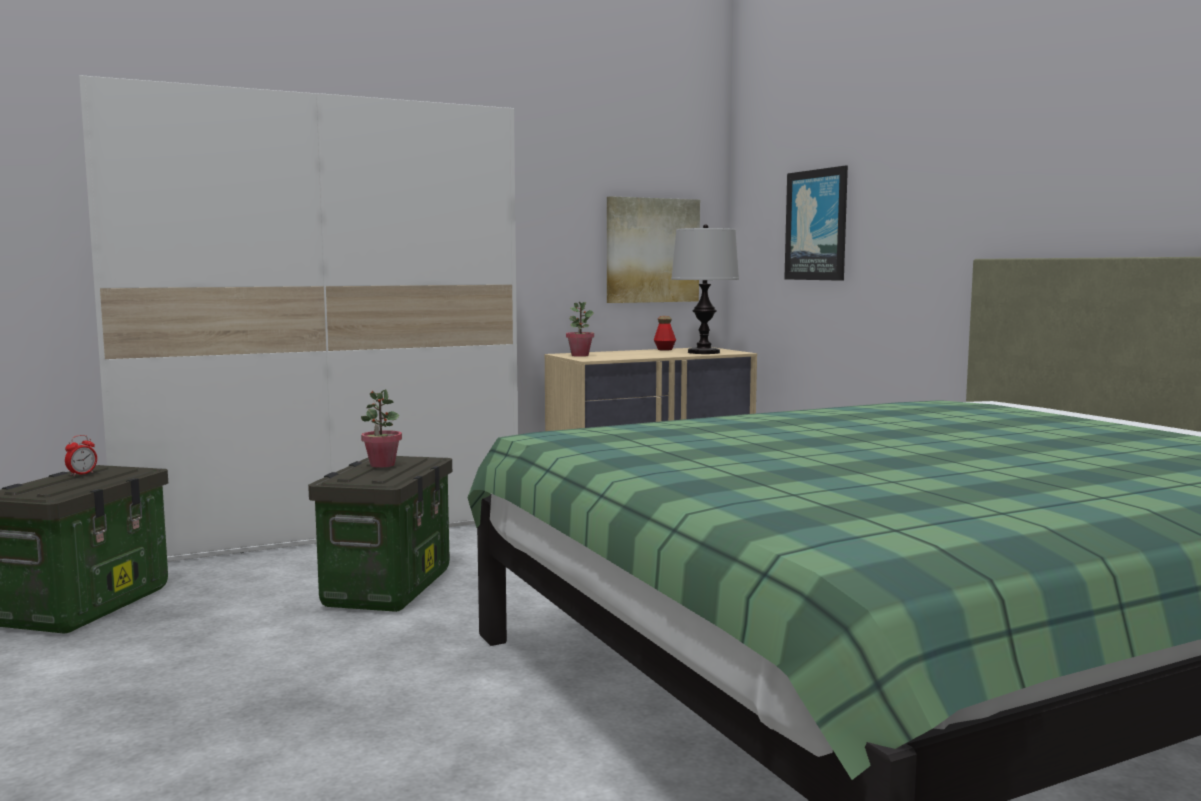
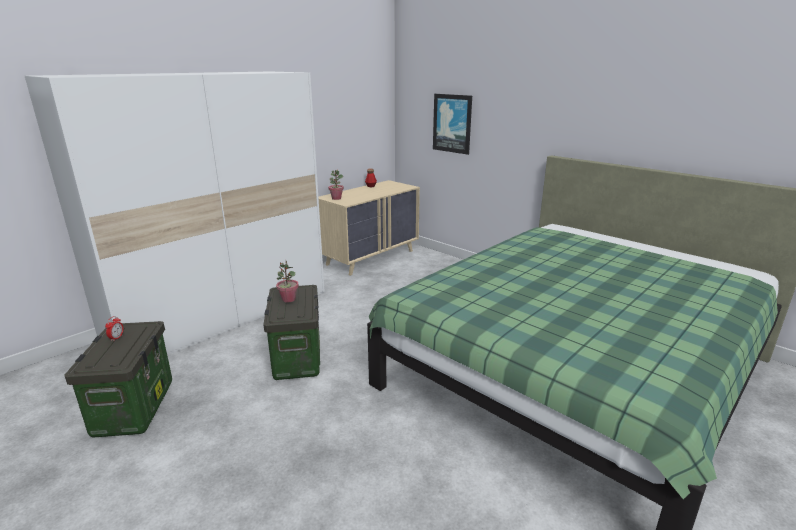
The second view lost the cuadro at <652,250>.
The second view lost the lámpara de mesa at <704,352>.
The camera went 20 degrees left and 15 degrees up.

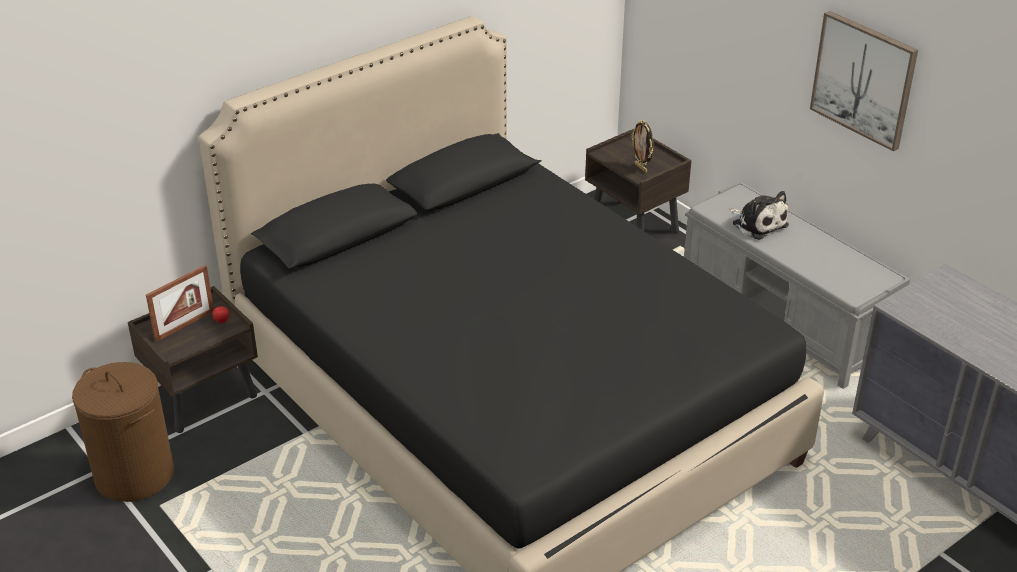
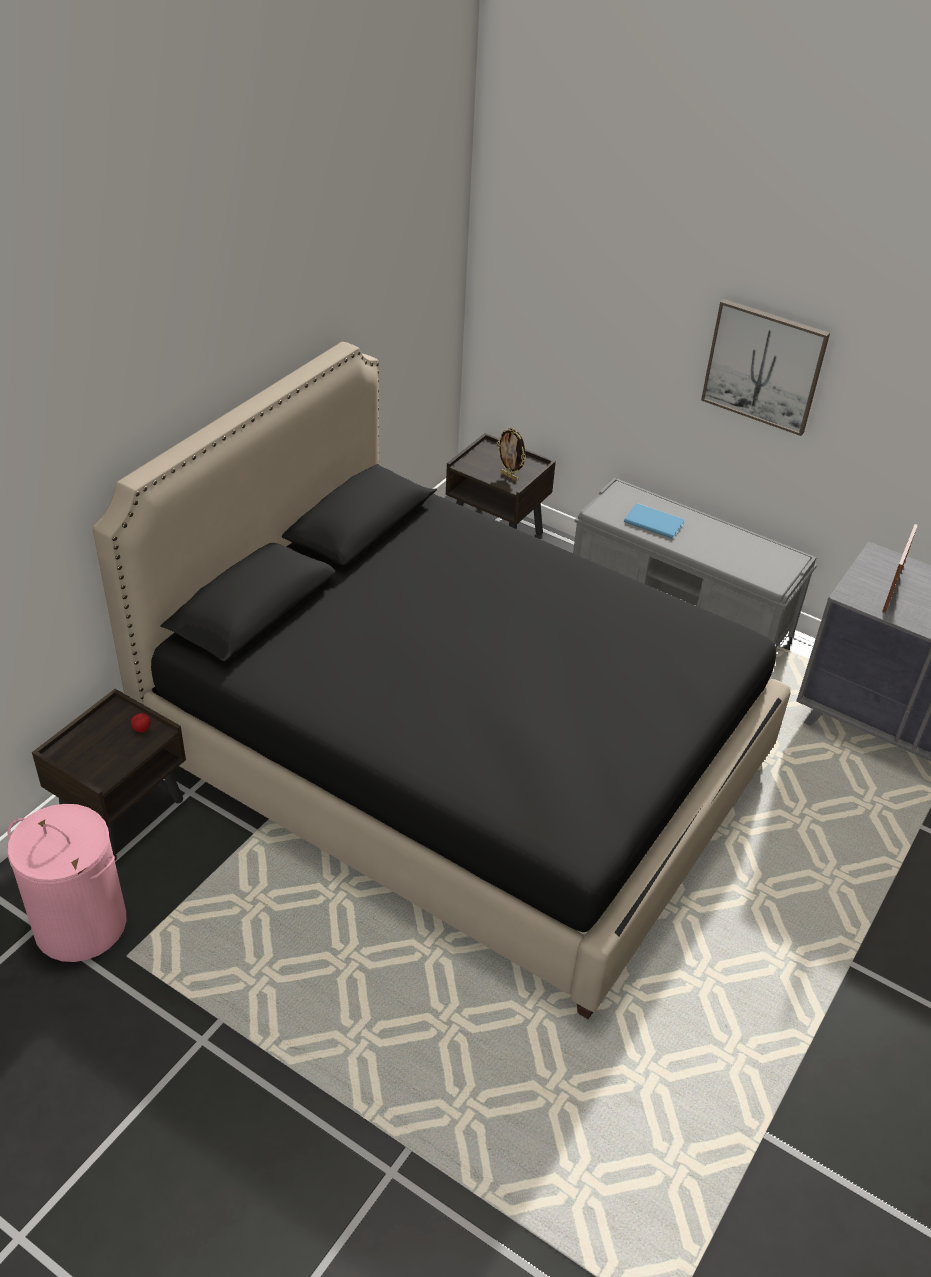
The portarretratos ended up elsewhere, having gone from <184,325> to <891,591>.
Where the peluche stood at <758,223>, the libro (azul) came to stand at <653,521>.
What was the cesto de la ropa (marrón) at <135,475> turned into the cesto de la ropa (rosa) at <81,925>.
The camera went 20 degrees left and 5 degrees up.

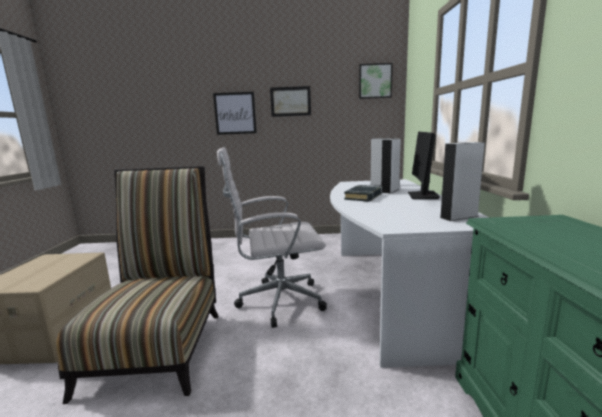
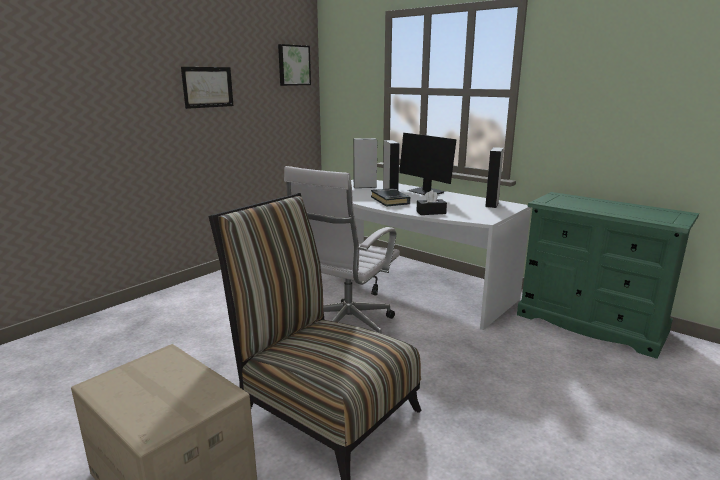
The second view lost the cuadro at <235,113>.
The second view gained the caja de pañuelos (negro) at <431,212>.
The camera went 50 degrees left and 5 degrees up.

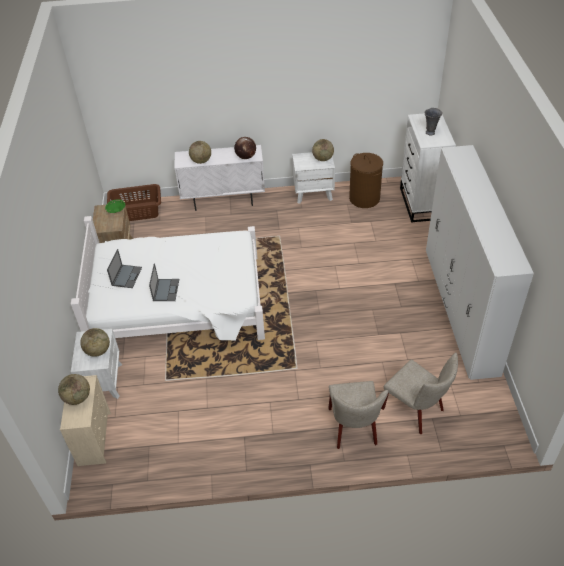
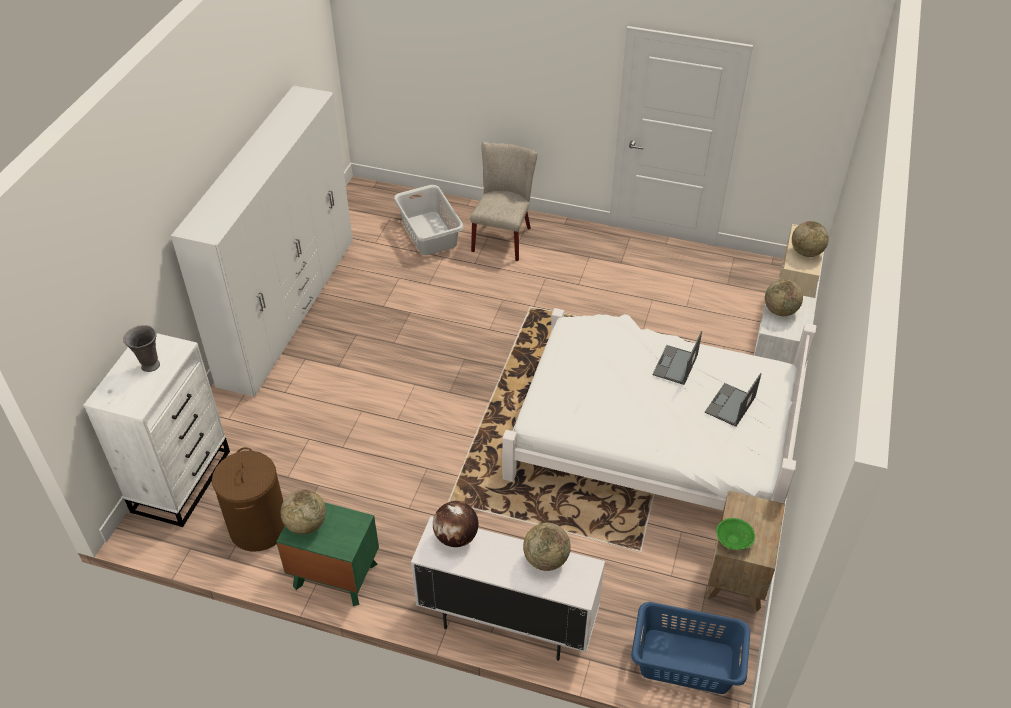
Where the silla (beis) stood at <416,410>, the cesto de la ropa (gris) came to stand at <429,233>.
What was the cesto de la ropa (marrón) at <137,211> turned into the cesto de la ropa (azul) at <687,662>.
What was the mesita de noche (blanco) at <313,193> turned into the mesita de noche (verde) at <334,575>.
The camera went 160 degrees left and 0 degrees up.

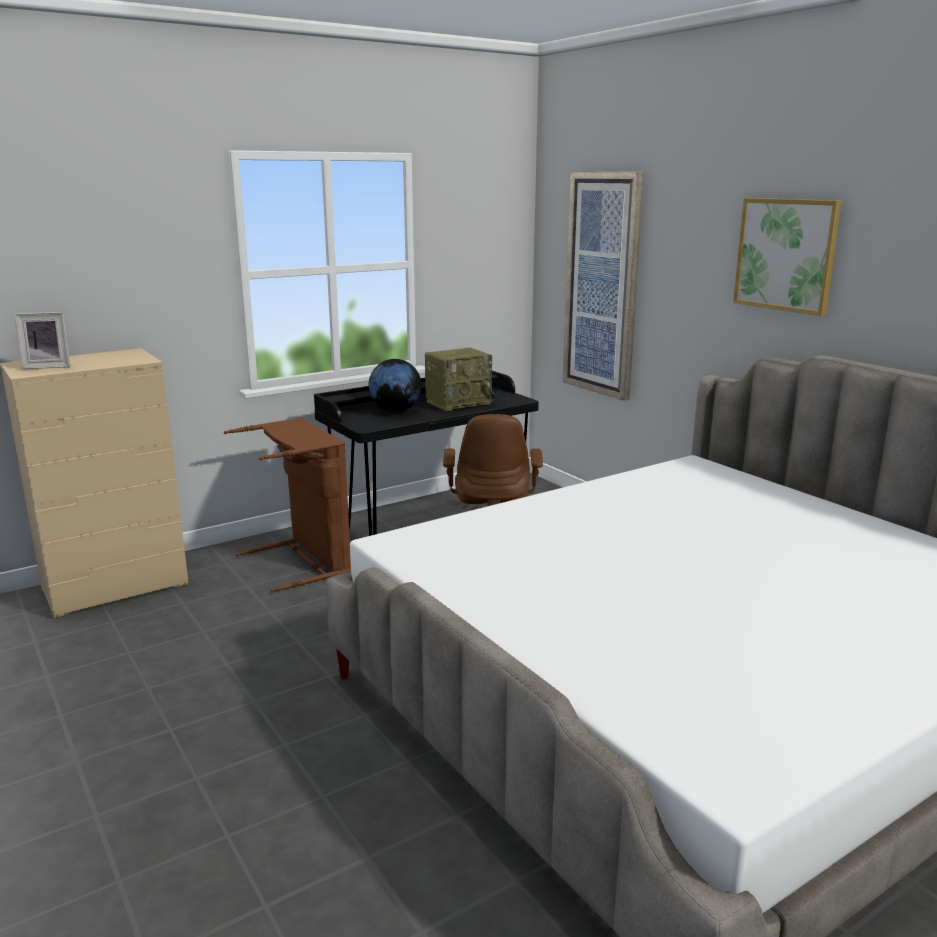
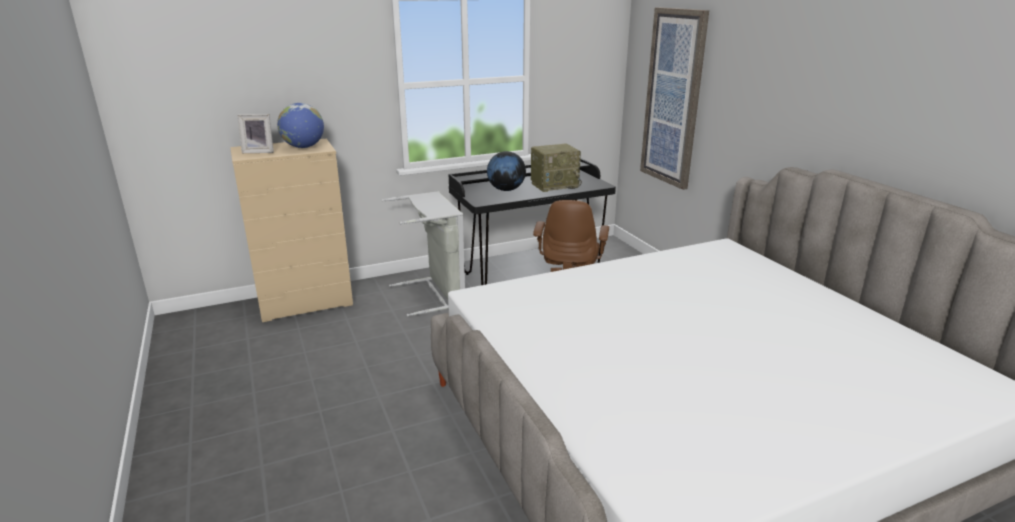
The second view lost the cuadro at <786,255>.
The second view gained the globo terráqueo at <303,147>.
What was the cesto de la ropa (marrón) at <305,561> turned into the cesto de la ropa (gris) at <435,294>.
The camera went 10 degrees right and 5 degrees up.

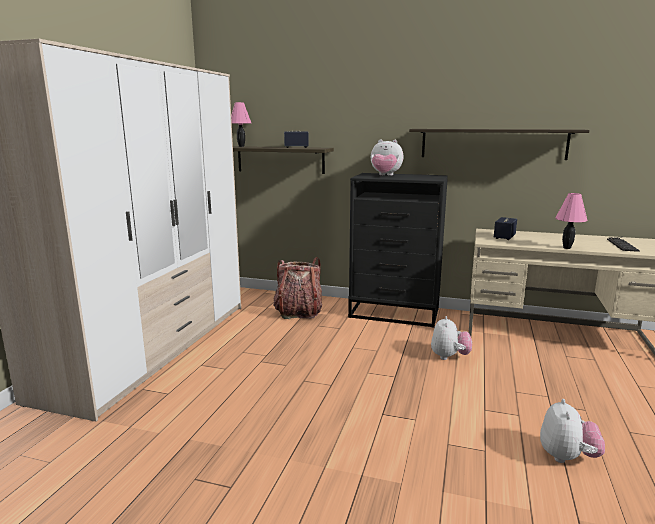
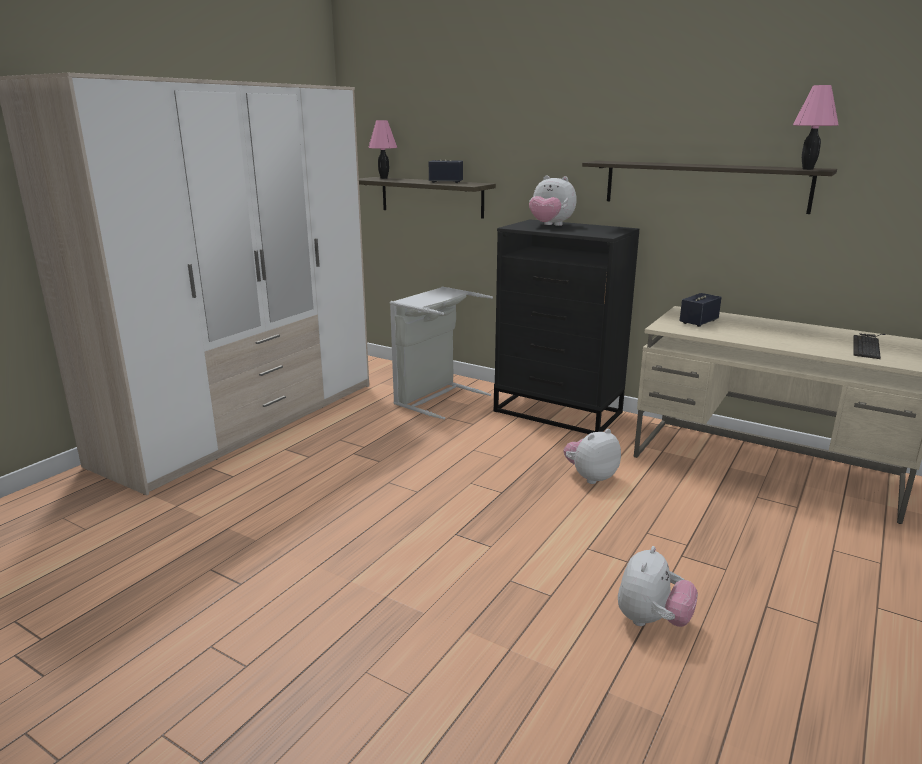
The lámpara de mesa (rosa) ended up elsewhere, having gone from <567,248> to <807,169>.
Where the mochila stood at <298,312>, the cesto de la ropa (gris) came to stand at <435,398>.
The peluche at <449,357> ended up facing another way, 150 degrees counterclockwise from before.
The camera went 15 degrees right and 5 degrees up.

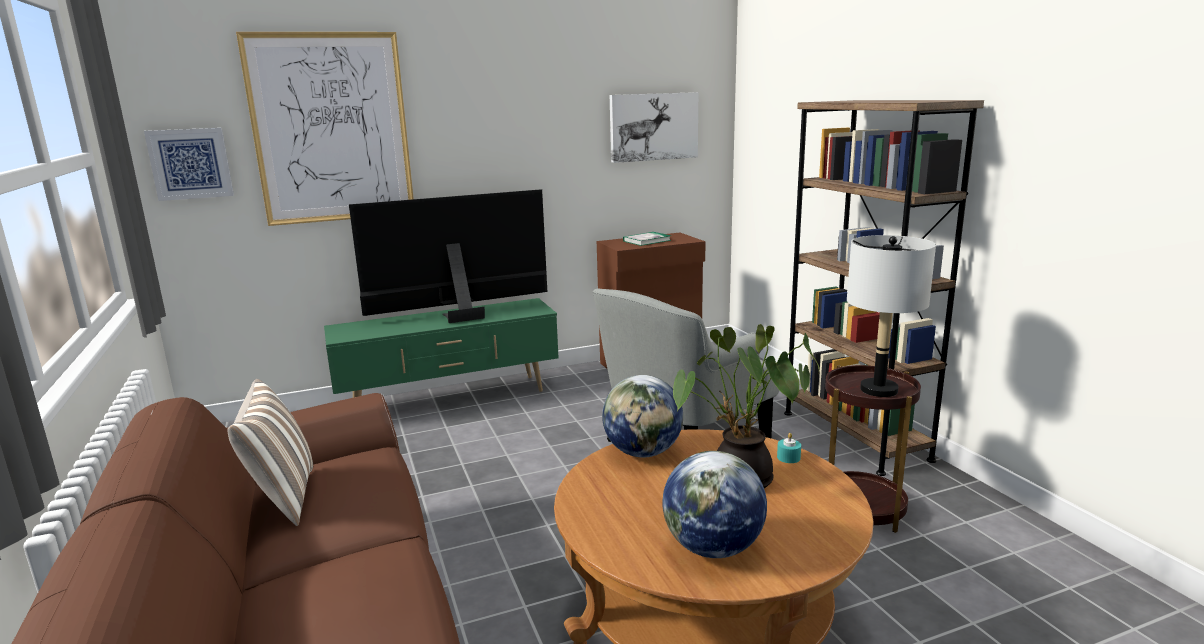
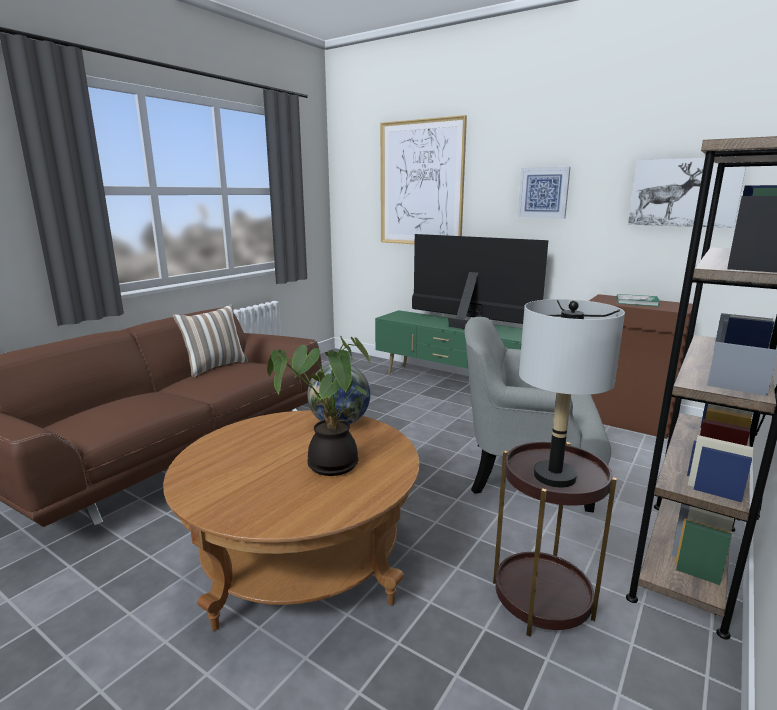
The second view lost the globo terráqueo at <712,548>.
The second view lost the vela (turquesa) at <788,457>.
The cuadro ended up elsewhere, having gone from <190,163> to <543,193>.
The camera went 55 degrees right and 0 degrees up.

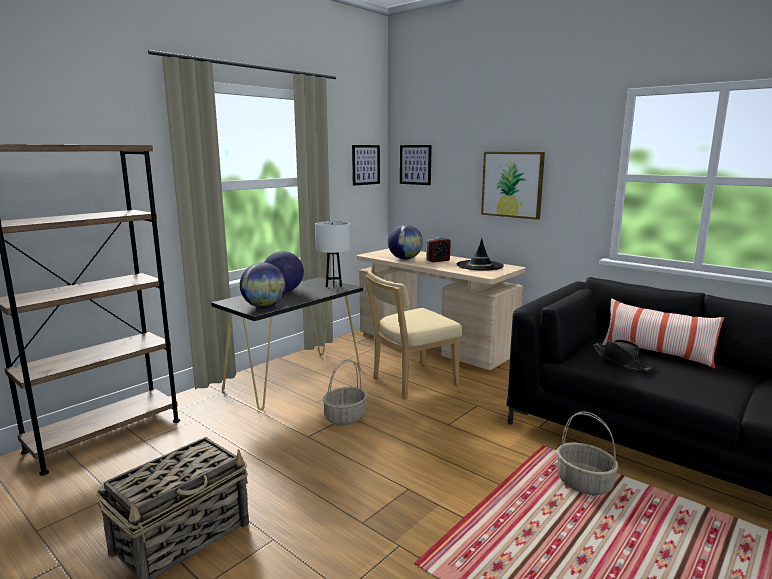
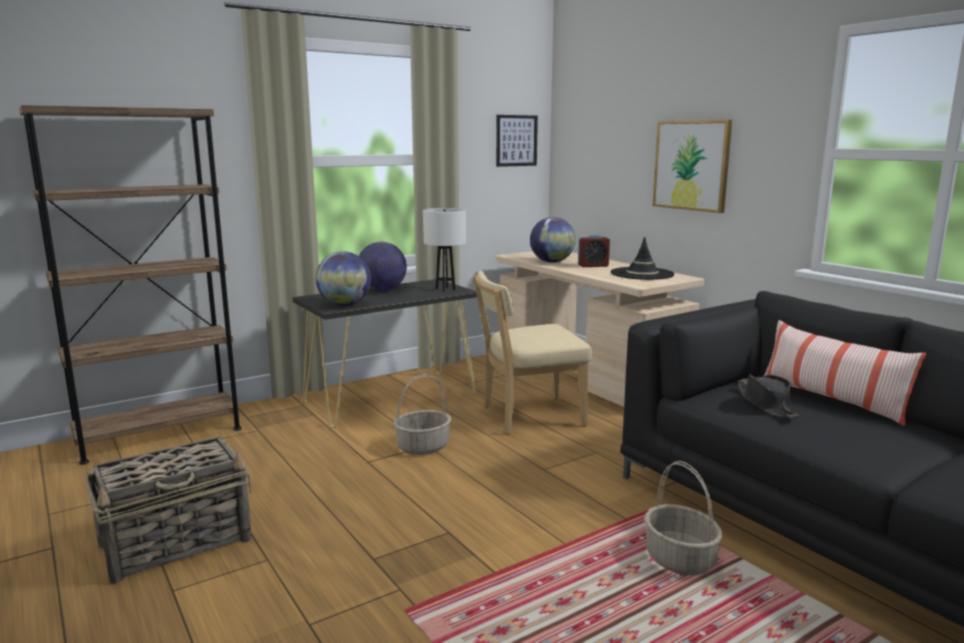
The second view lost the cuadro at <415,164>.
The camera went 15 degrees right and 0 degrees up.

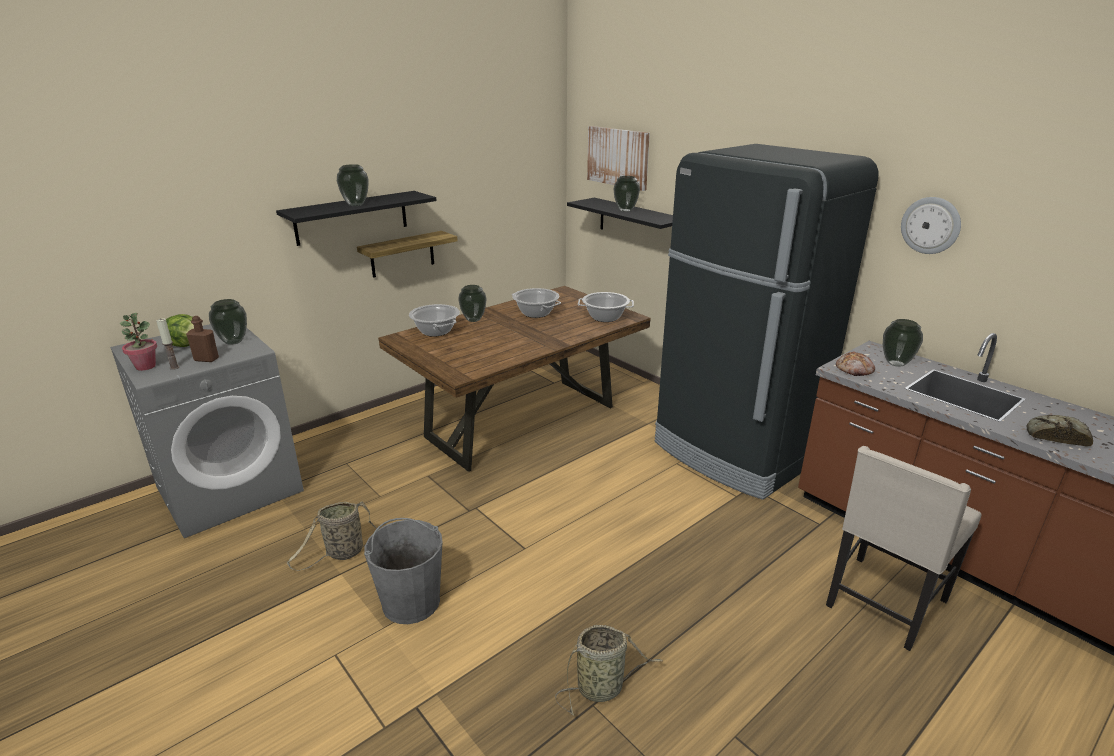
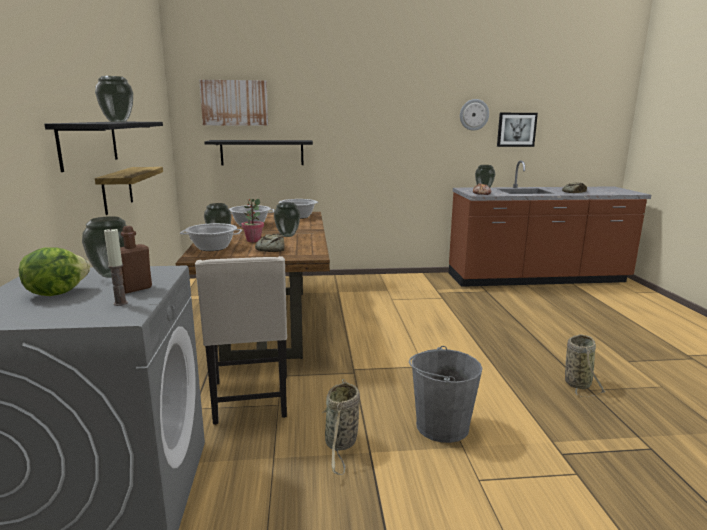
The second view lost the nevera (negro) at <733,453>.
The second view gained the pan at <271,249>.
The second view gained the cuadro at <516,129>.
The planta en maceta ended up elsewhere, having gone from <146,366> to <253,240>.
The florero ended up elsewhere, having gone from <625,210> to <287,236>.
The silla (beis) ended up elsewhere, having gone from <883,604> to <251,400>.
The camera went 55 degrees left and 10 degrees down.

